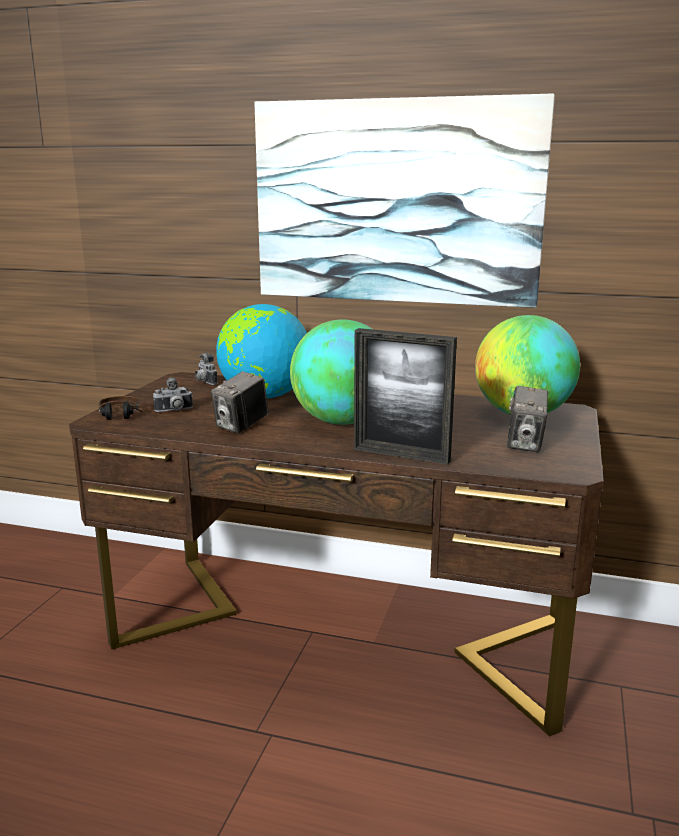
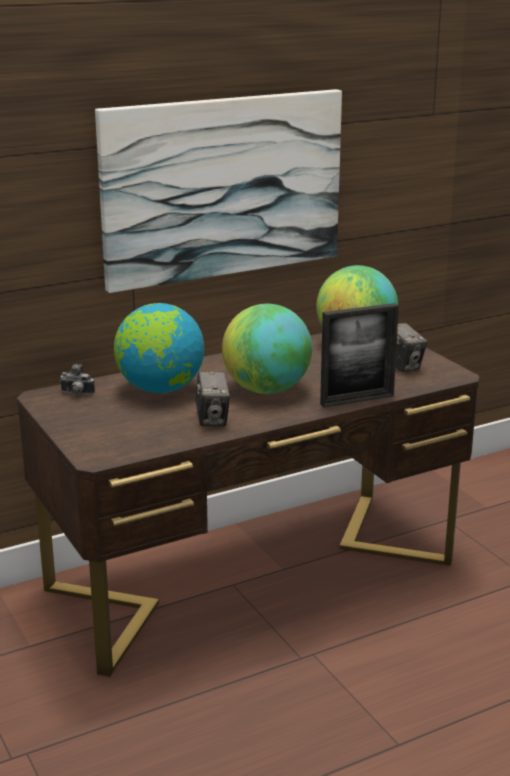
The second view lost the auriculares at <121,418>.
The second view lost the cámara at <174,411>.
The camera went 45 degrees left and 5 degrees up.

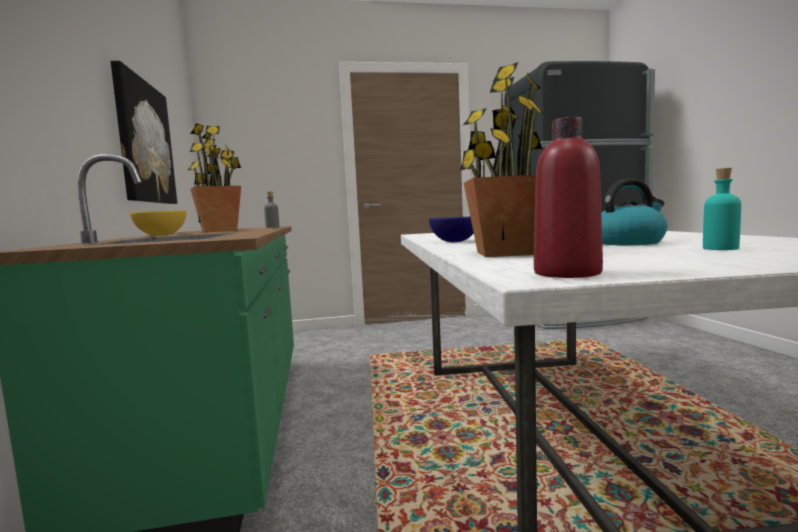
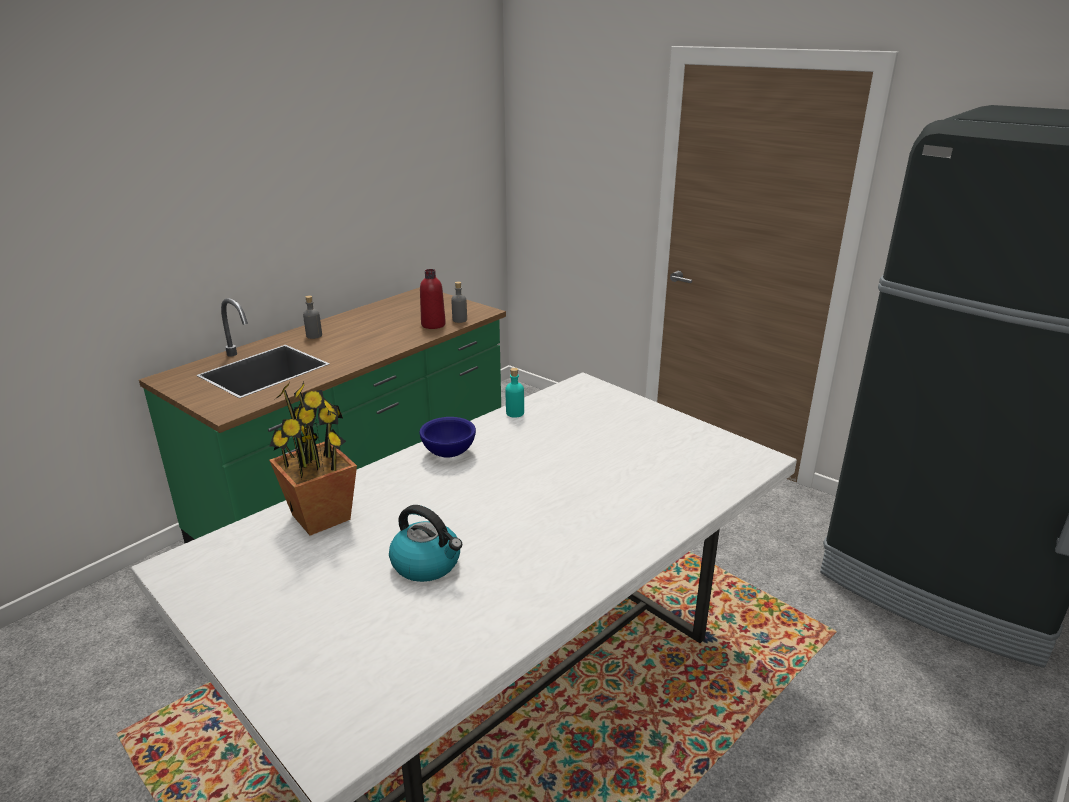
The second view lost the cuadro at <143,142>.
The second view lost the planta en maceta at <219,231>.
The botella (rojo) ended up elsewhere, having gone from <567,273> to <433,325>.
The botella (turquesa) ended up elsewhere, having gone from <720,248> to <515,413>.
Where the cuenco (amarillo) stood at <162,235>, the botella (gris) came to stand at <314,335>.
The camera went 50 degrees right and 20 degrees up.

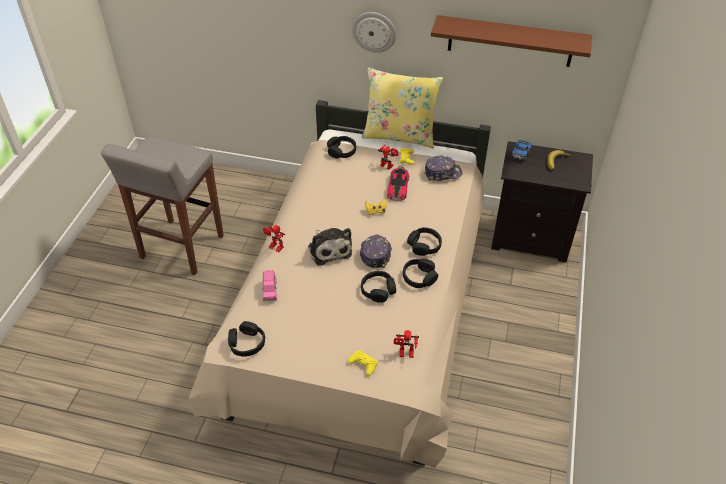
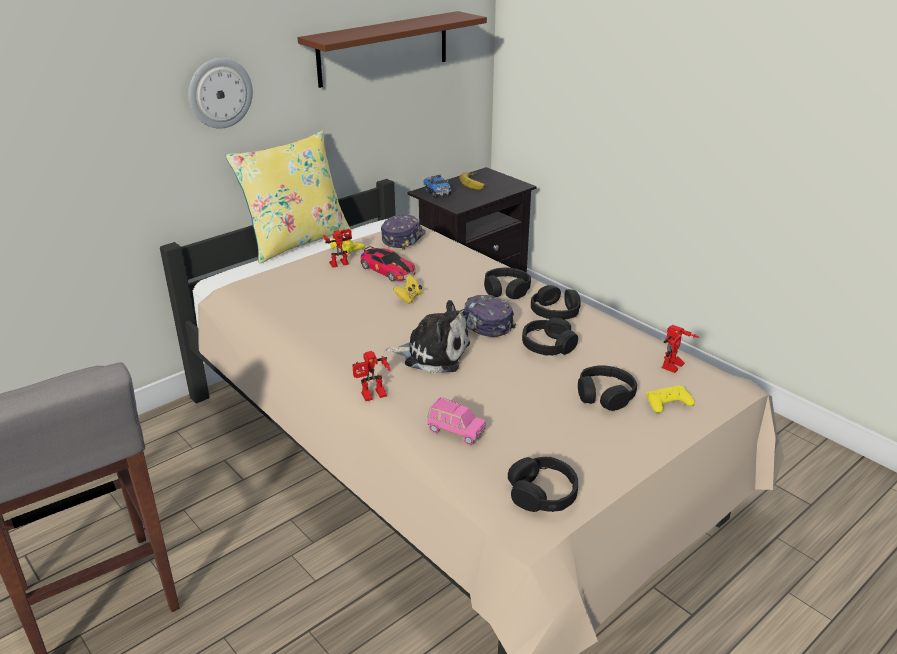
The auriculares (negro) ended up elsewhere, having gone from <341,151> to <605,395>.
The camera went 55 degrees left and 15 degrees down.

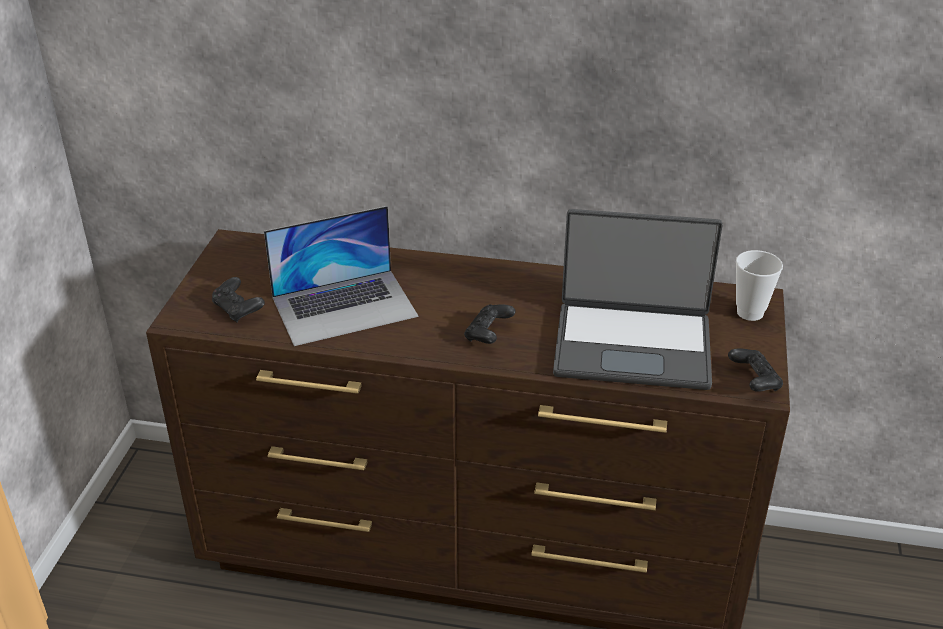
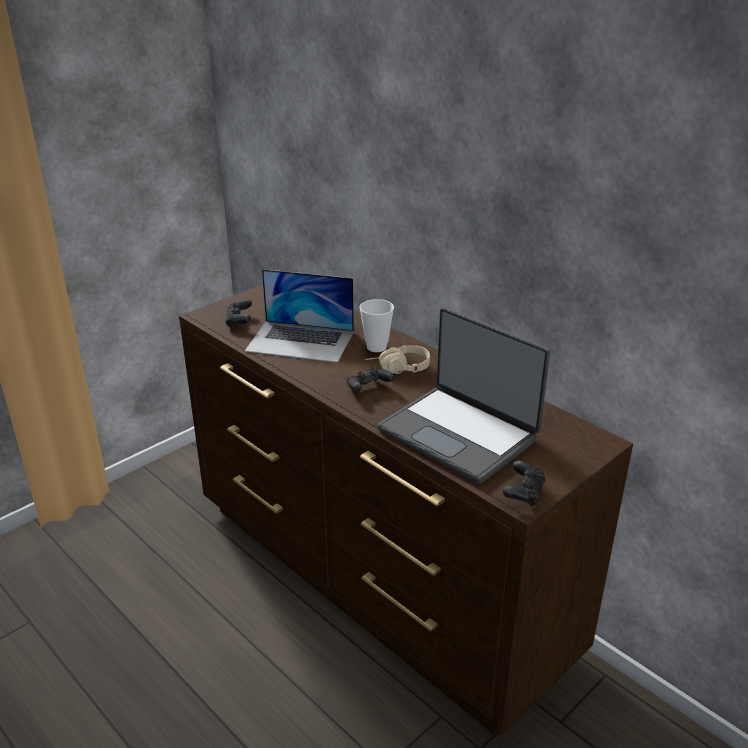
The second view gained the auriculares (beis) at <398,369>.
The taza ended up elsewhere, having gone from <750,313> to <376,347>.
The camera went 35 degrees right and 5 degrees down.

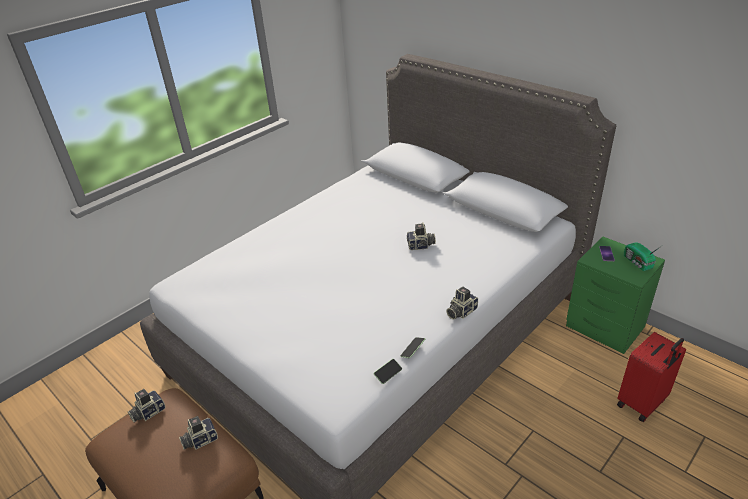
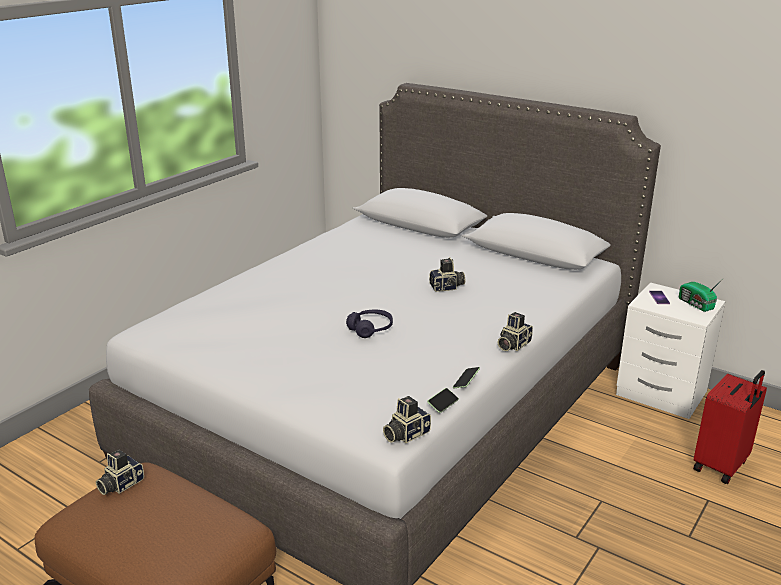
The second view gained the auriculares (morado) at <370,329>.
The cámara ended up elsewhere, having gone from <199,440> to <405,434>.
What was the mesita de noche (verde) at <605,328> turned into the mesita de noche (blanco) at <662,394>.
The camera went 10 degrees left and 10 degrees down.

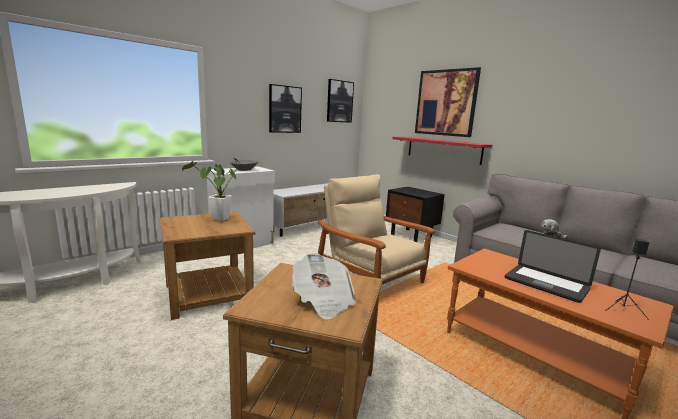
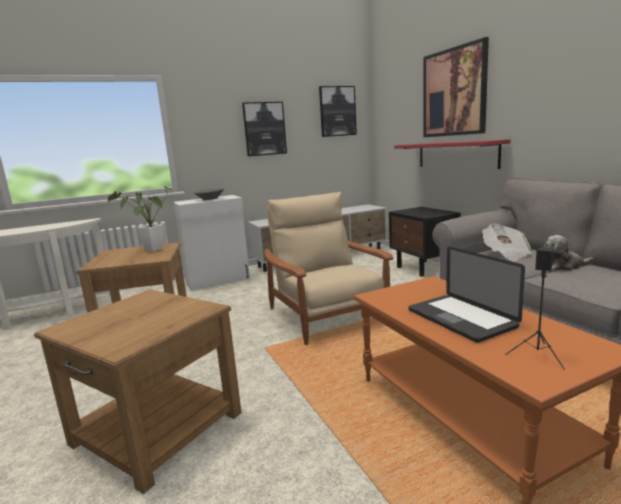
The periódico ended up elsewhere, having gone from <323,300> to <506,254>.
The camera went 20 degrees right and 0 degrees up.

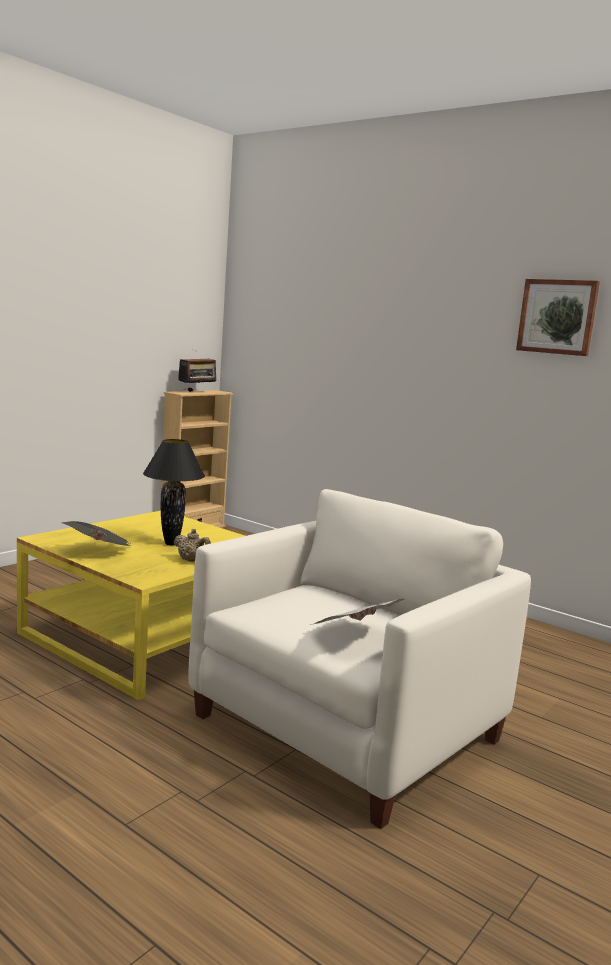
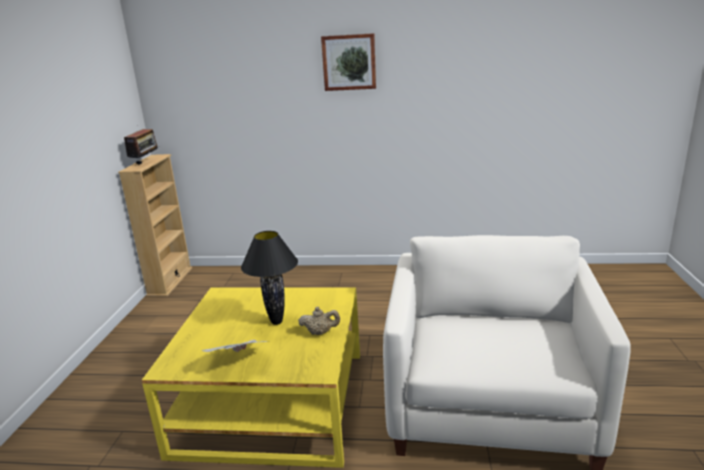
The second view lost the periódico at <354,635>.
The cuadro ended up elsewhere, having gone from <557,317> to <349,62>.
The camera went 30 degrees left and 10 degrees up.

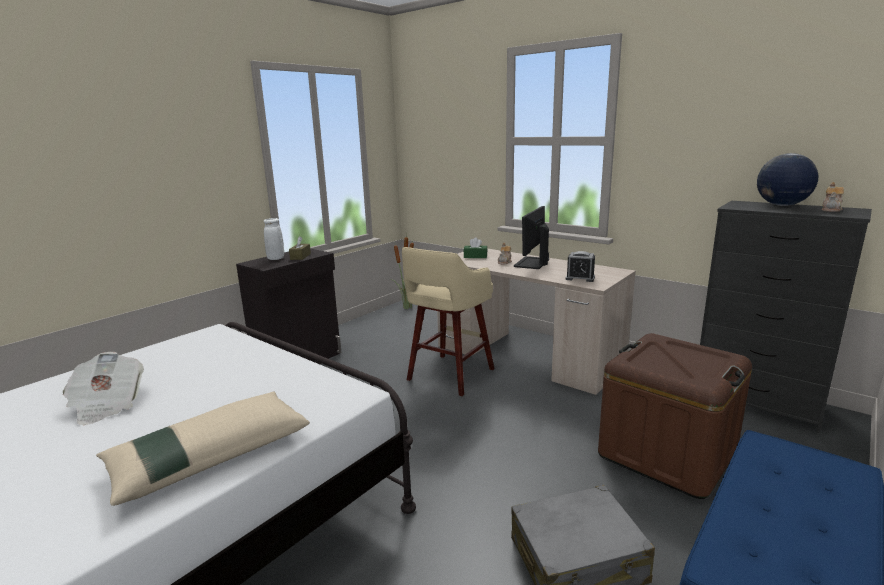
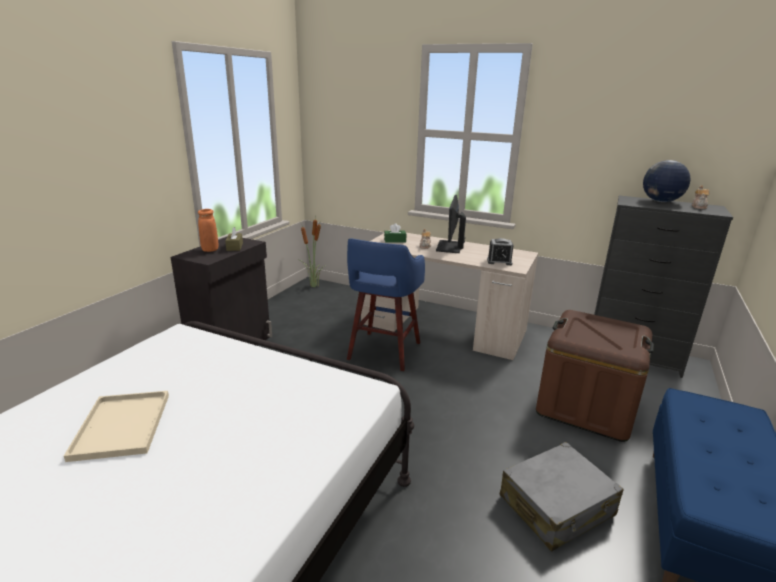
The second view lost the cojín (beis) at <209,455>.
Where the periódico stood at <107,404>, the bandeja (beis) came to stand at <122,427>.
What was the florero (blanco) at <276,258> turned into the florero (naranja) at <210,250>.
What was the taburete (beis) at <449,375> turned into the taburete (azul) at <383,352>.
The camera went 15 degrees left and 5 degrees up.

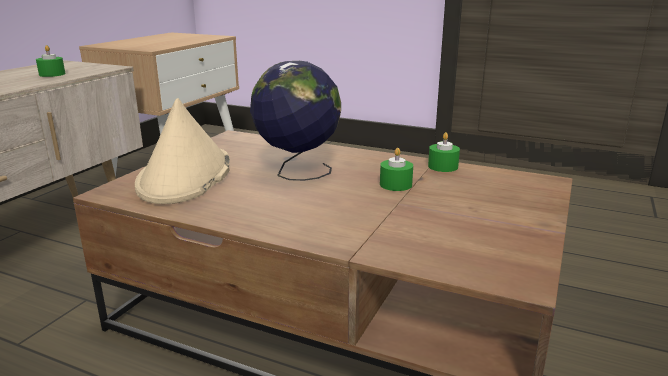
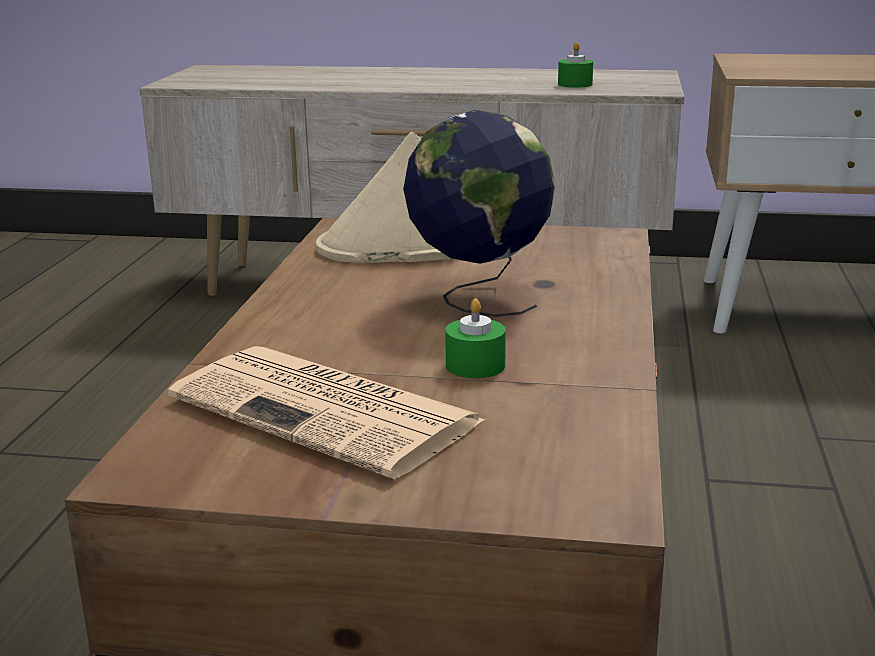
The second view lost the vela (verde) at <443,166>.
The second view gained the periódico at <329,411>.
The camera went 75 degrees right and 0 degrees up.

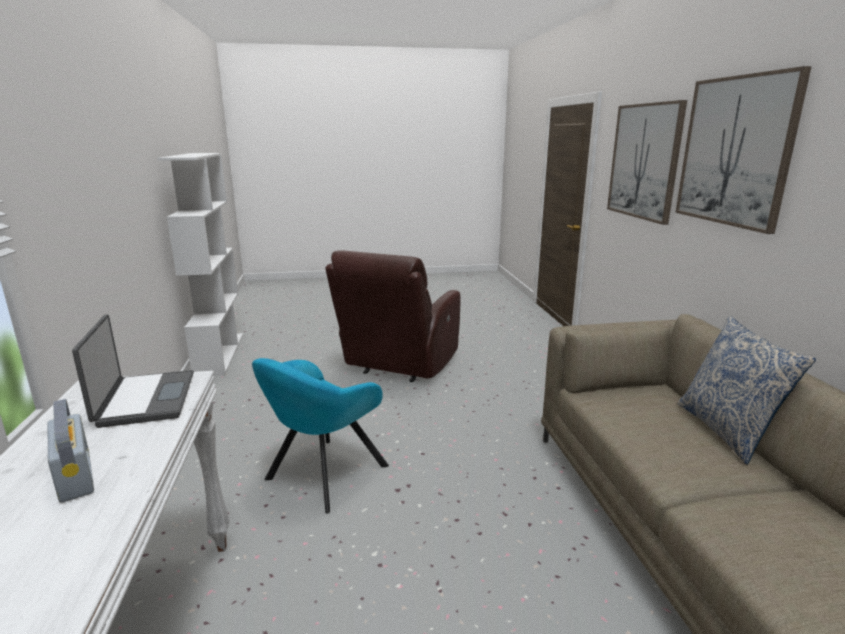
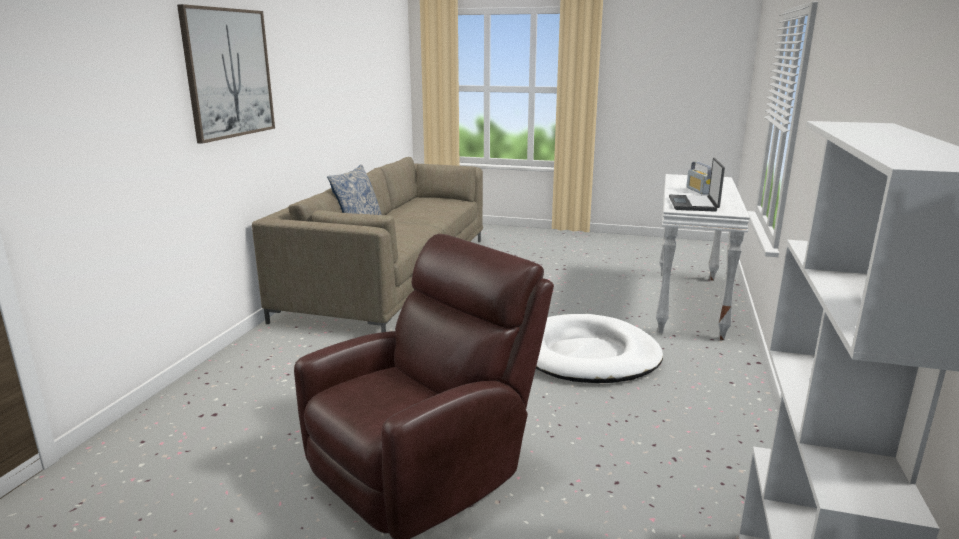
The second view lost the cuadro at <644,161>.
Where the sillón (turquesa) stood at <322,475>, the cama para perro (blanco) came to stand at <587,355>.
The camera went 155 degrees left and 0 degrees up.

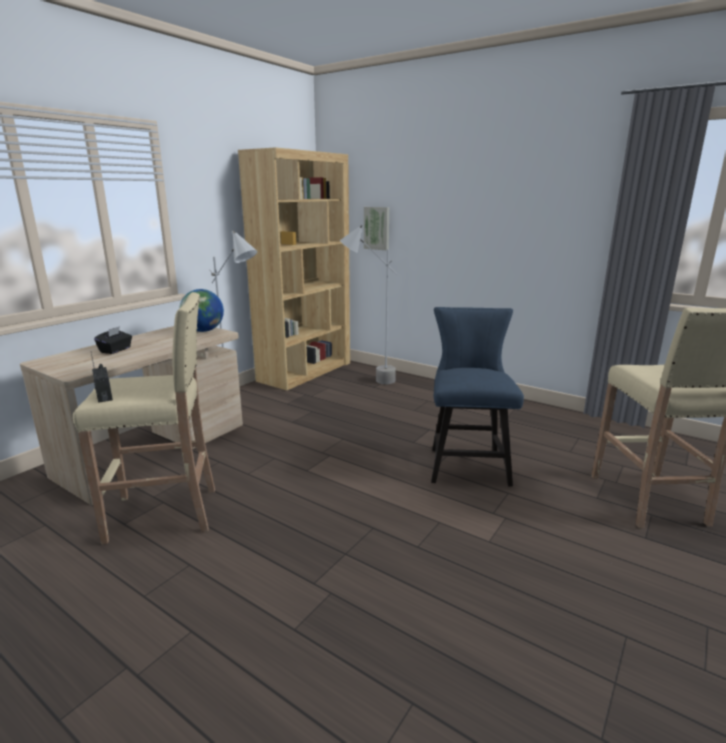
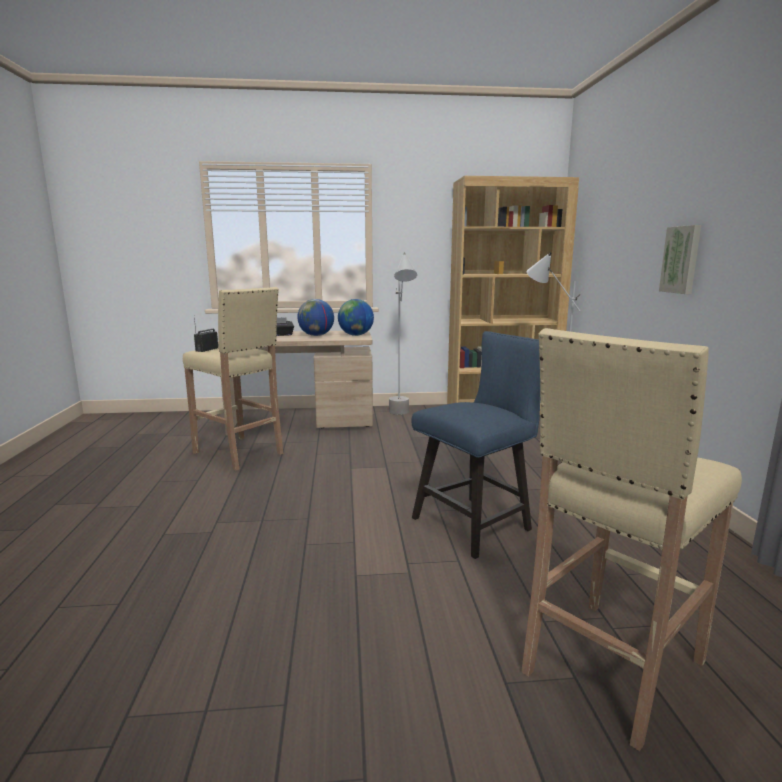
The second view gained the globo terráqueo at <316,335>.
The cuadro ended up elsewhere, having gone from <377,228> to <681,259>.
The camera went 50 degrees right and 5 degrees down.

